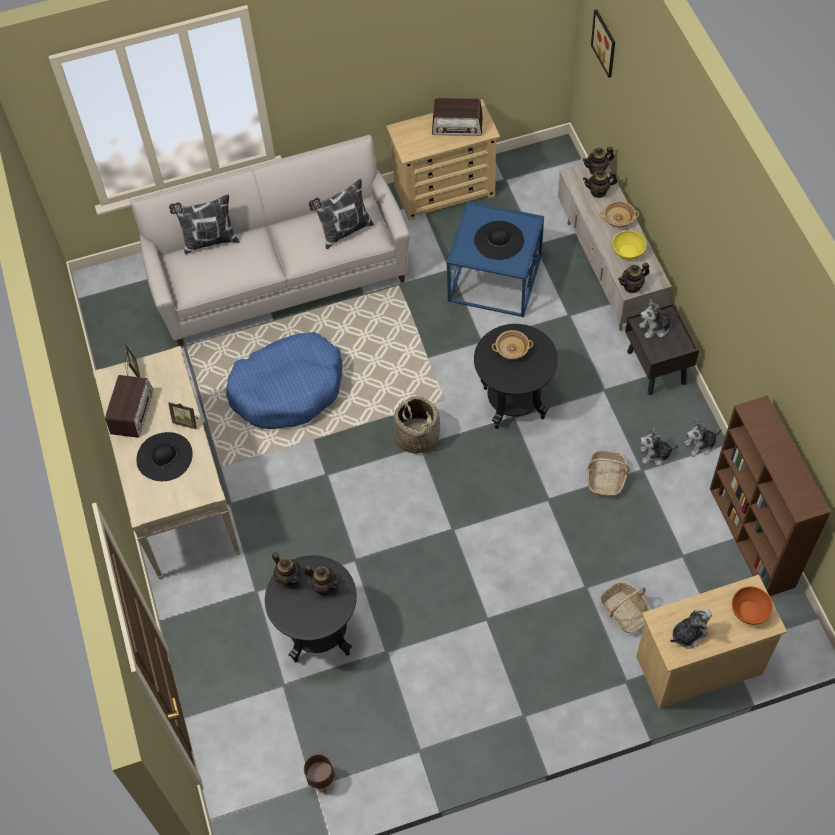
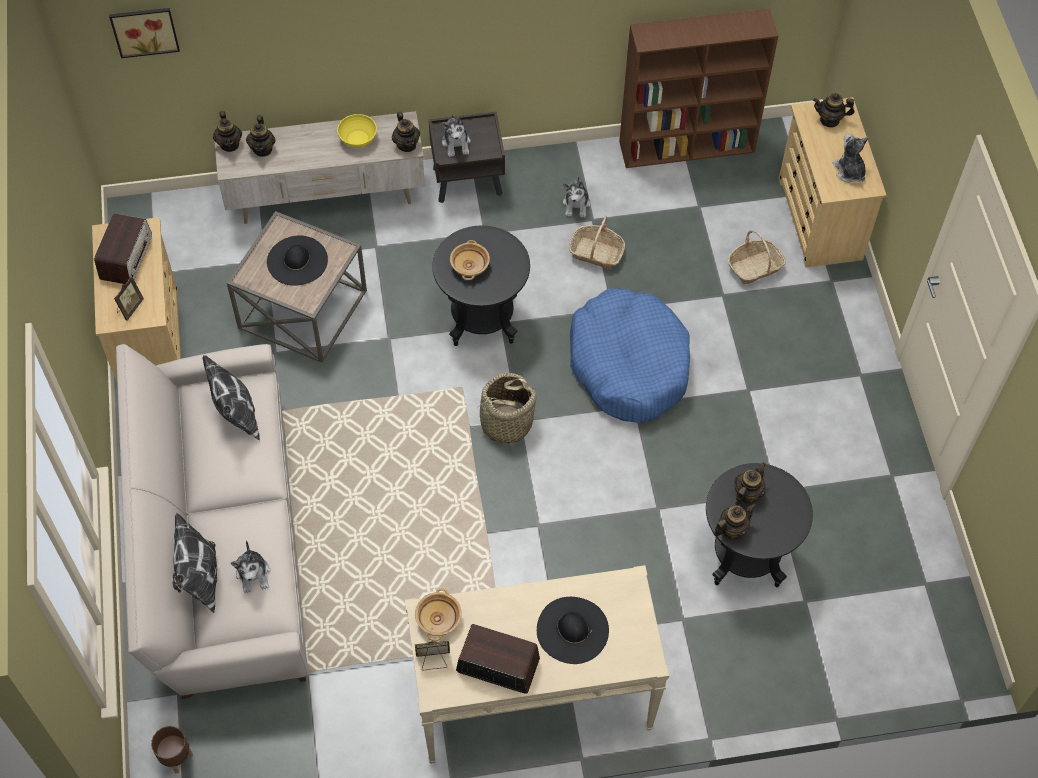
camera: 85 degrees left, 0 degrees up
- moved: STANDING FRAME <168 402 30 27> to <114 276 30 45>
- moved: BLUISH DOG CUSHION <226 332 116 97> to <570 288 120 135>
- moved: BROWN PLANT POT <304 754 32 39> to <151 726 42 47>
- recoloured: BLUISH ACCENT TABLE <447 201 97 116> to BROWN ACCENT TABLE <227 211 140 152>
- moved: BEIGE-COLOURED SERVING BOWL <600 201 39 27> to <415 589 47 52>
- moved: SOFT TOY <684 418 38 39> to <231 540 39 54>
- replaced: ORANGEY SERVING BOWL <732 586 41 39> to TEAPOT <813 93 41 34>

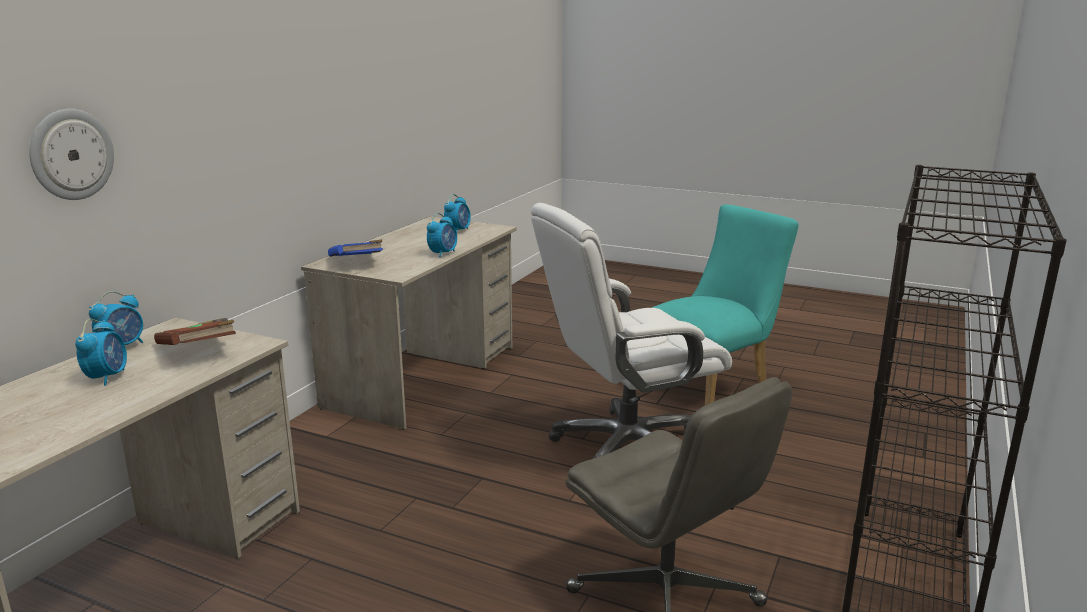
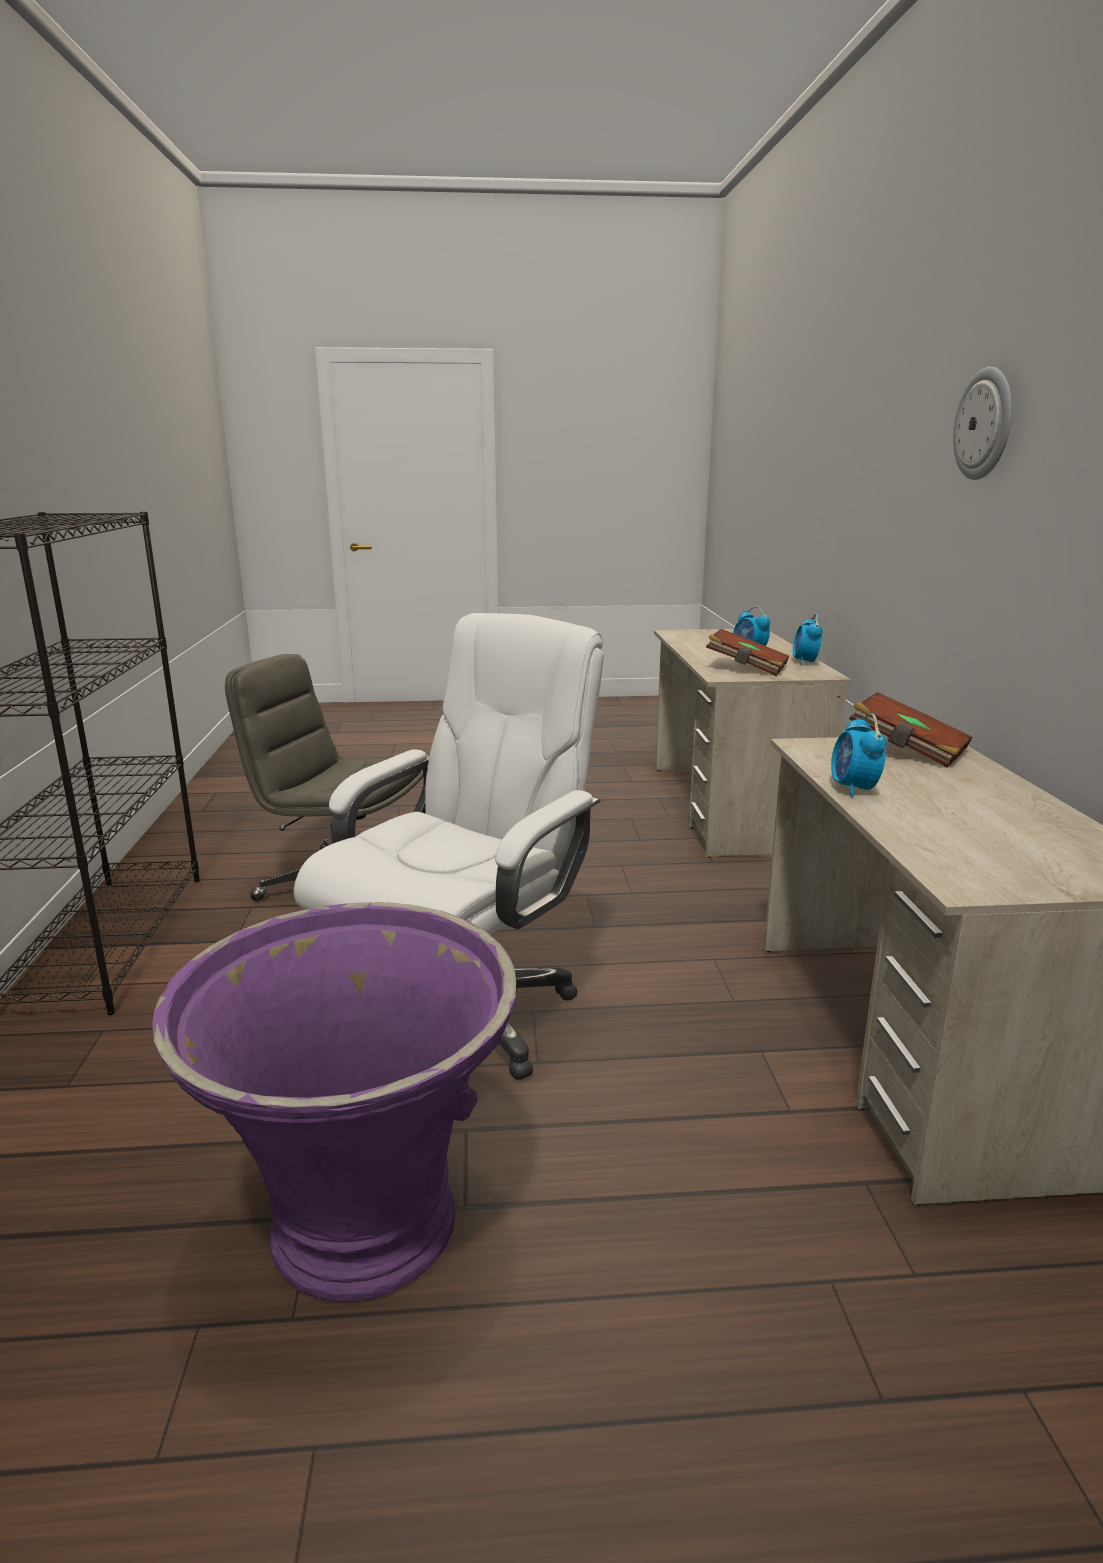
camera: 150 degrees right, 0 degrees up
- moved: CLOCK ON THE WALL <30 109 84 91> to <953 367 59 113>
- recoloured: BLUISH BOOK <328 240 55 17> to BROWN BOOK <849 692 123 76>
- removed: BEDSIDE CLOCK <444 194 27 38>
- replaced: TURQUOISE-COLOURED UPRIGHT CHAIR <652 205 147 200> to PURPLE PLANT POT <152 902 365 400>

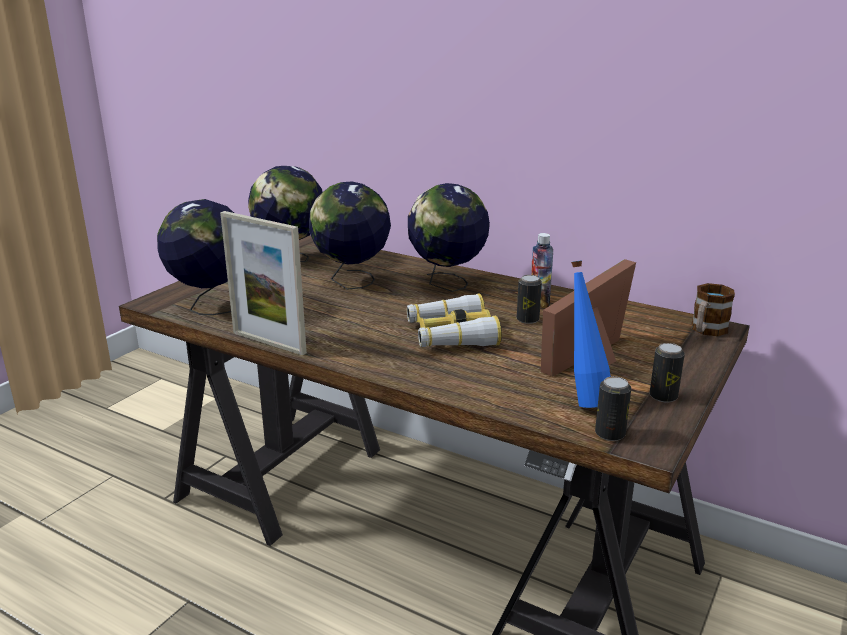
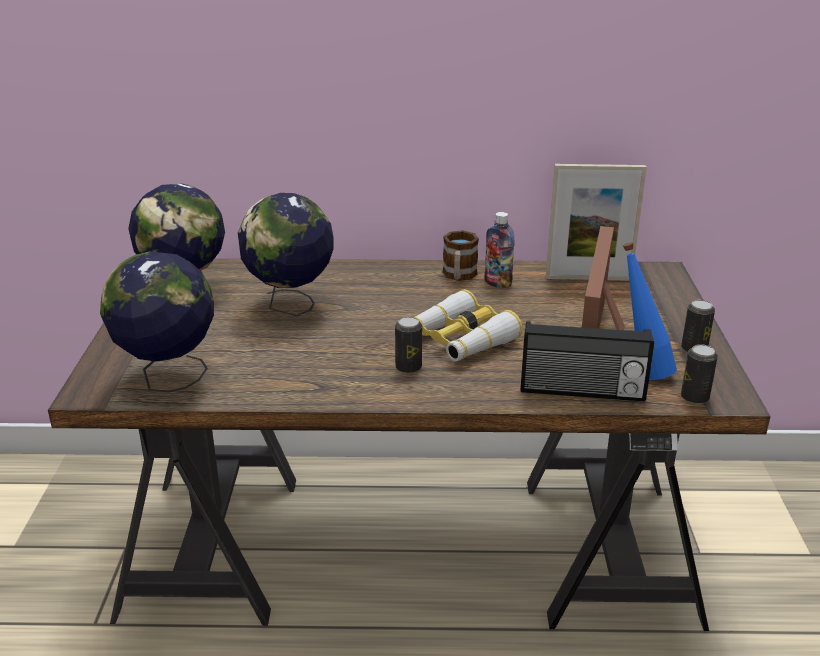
camera: 30 degrees left, 5 degrees up
- moved: STANDING FRAME <220 211 87 144> to <546 164 101 117>
- removed: DESK GLOBE <408 183 82 109>
- moved: CAN <517 275 25 49> to <395 317 27 56>
- moved: COFFEE MUG <691 283 44 53> to <443 230 36 51>
- added: RADIO SET <521 321 133 81>

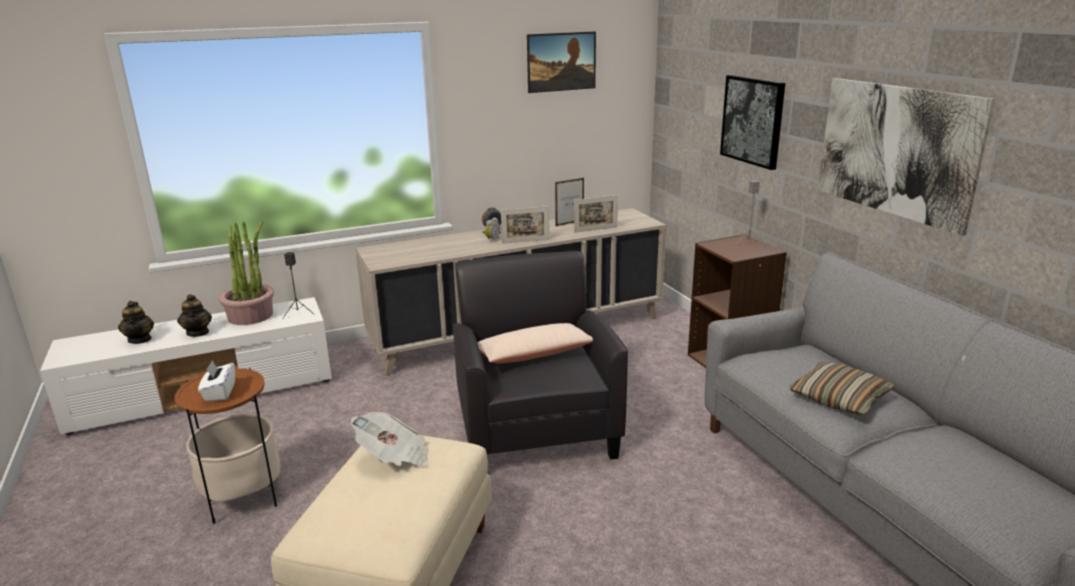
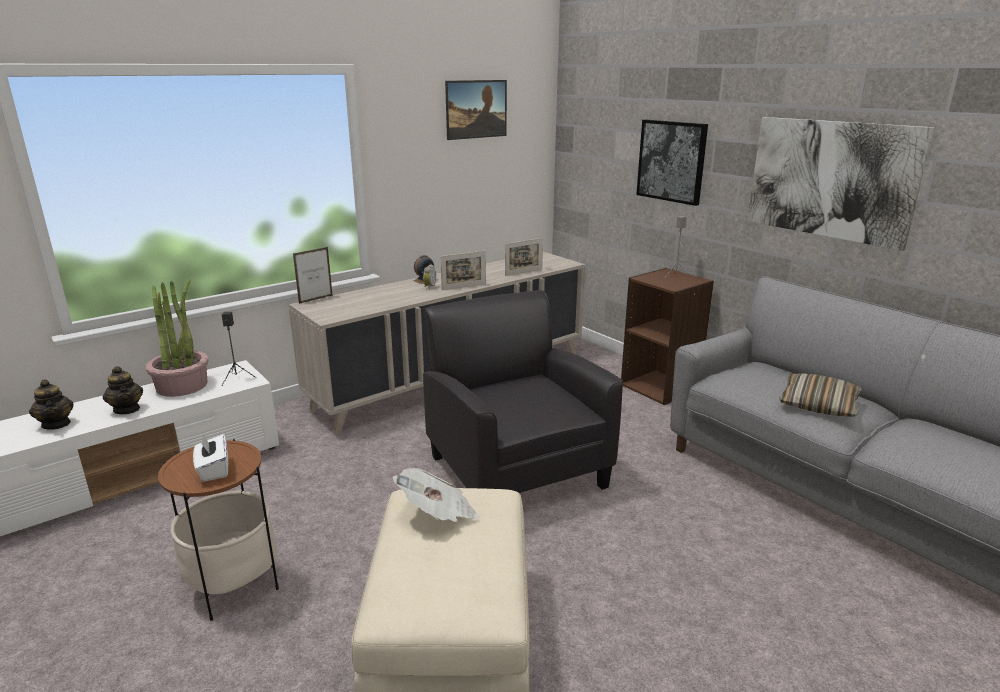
camera: 15 degrees left, 0 degrees up
- removed: BEIGE-COLOURED PILLOW <477 323 116 40>
- moved: STANDING FRAME <555 178 29 48> to <293 247 40 57>

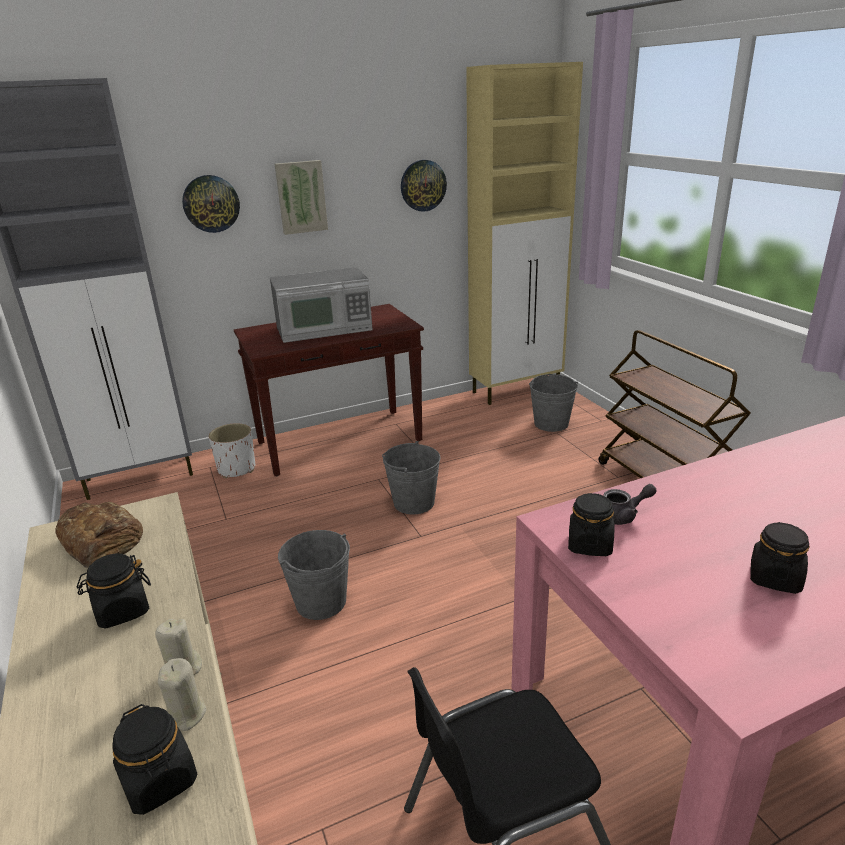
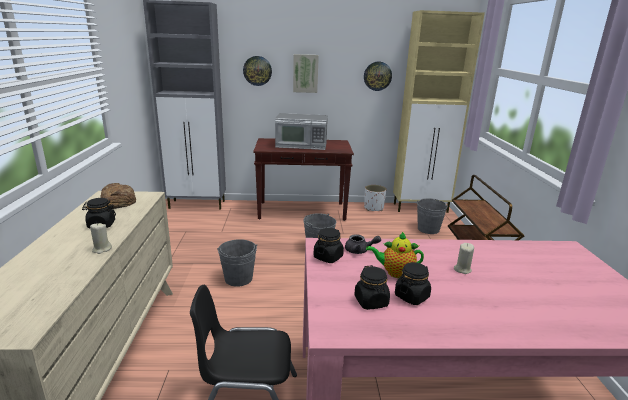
camera: 20 degrees right, 5 degrees down
- moved: BLACK JAR <112 704 85 111> to <354 265 36 45>
- moved: BEIGE-COLOURED WAX LIGHT <158 658 48 73> to <454 243 20 31>
- moved: WHITISH PLANT POT <209 423 46 55> to <364 185 22 26>
- added: TEAPOT <366 232 58 46>

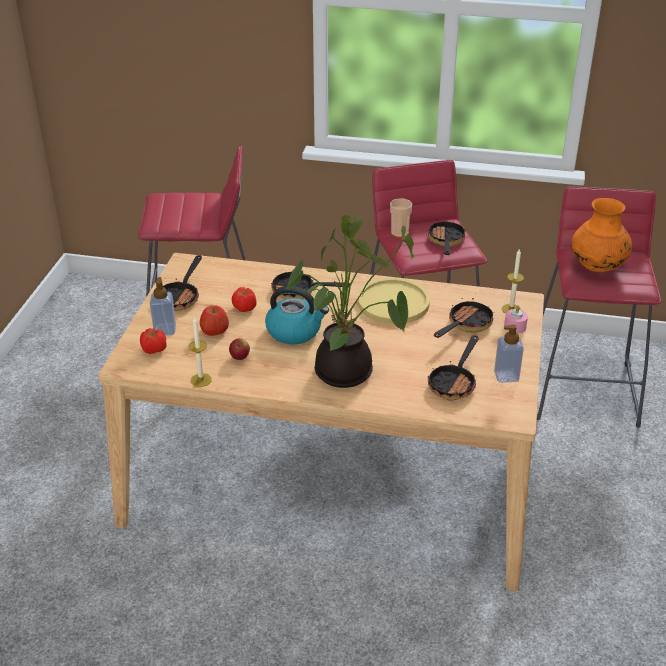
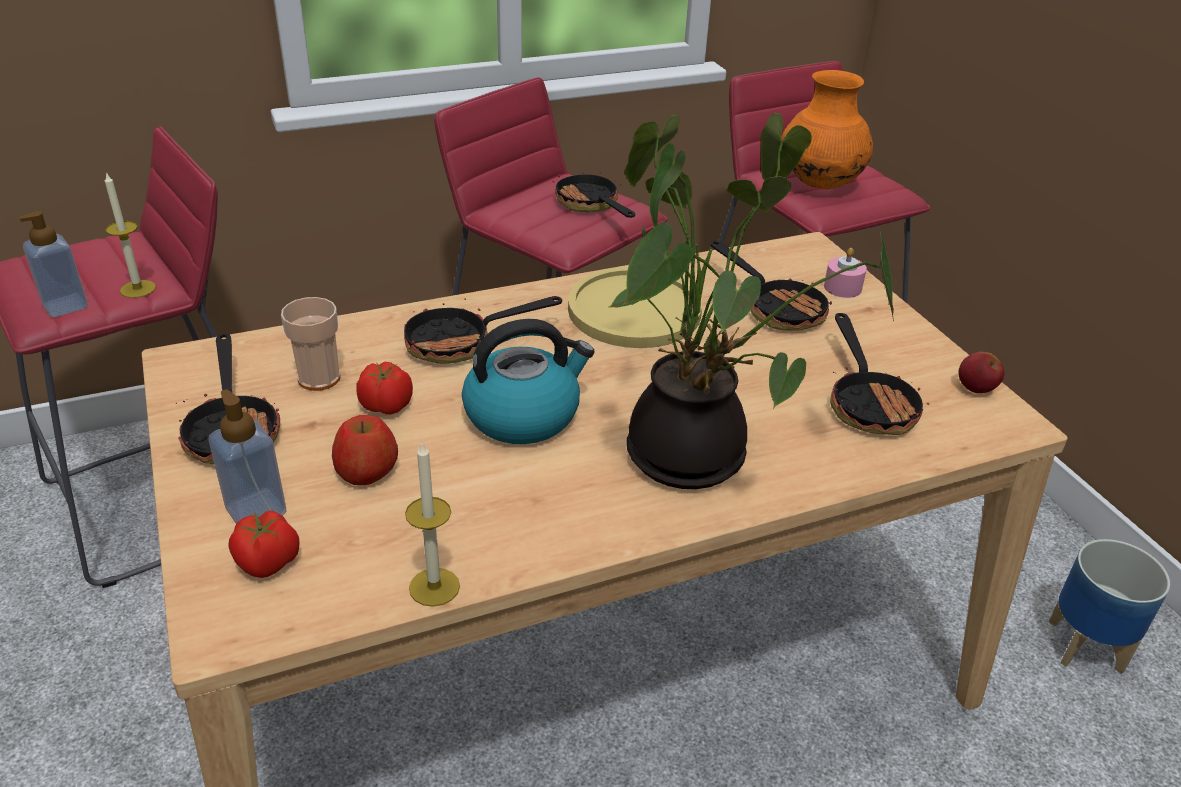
camera: 35 degrees left, 0 degrees up
- moved: APPLE <229 338 21 22> to <958 352 47 41>
- moved: CUP <390 198 22 40> to <281 297 59 94>
- turned: SKILLET <434 298 60 40> = <710 241 122 90> 135 degrees clockwise
- moved: SOAP BOTTLE <494 324 30 59> to <19 211 69 106>
- moved: WAX LIGHT <502 248 22 66> to <105 172 51 126>
- added: PLANT POT <1049 539 121 135>

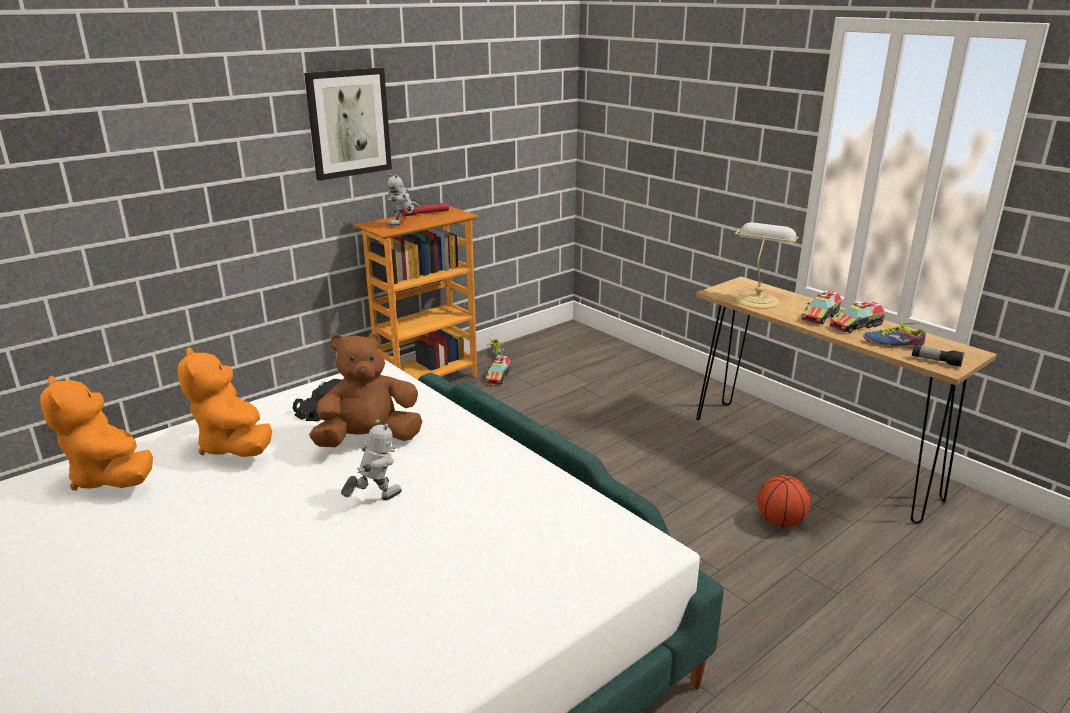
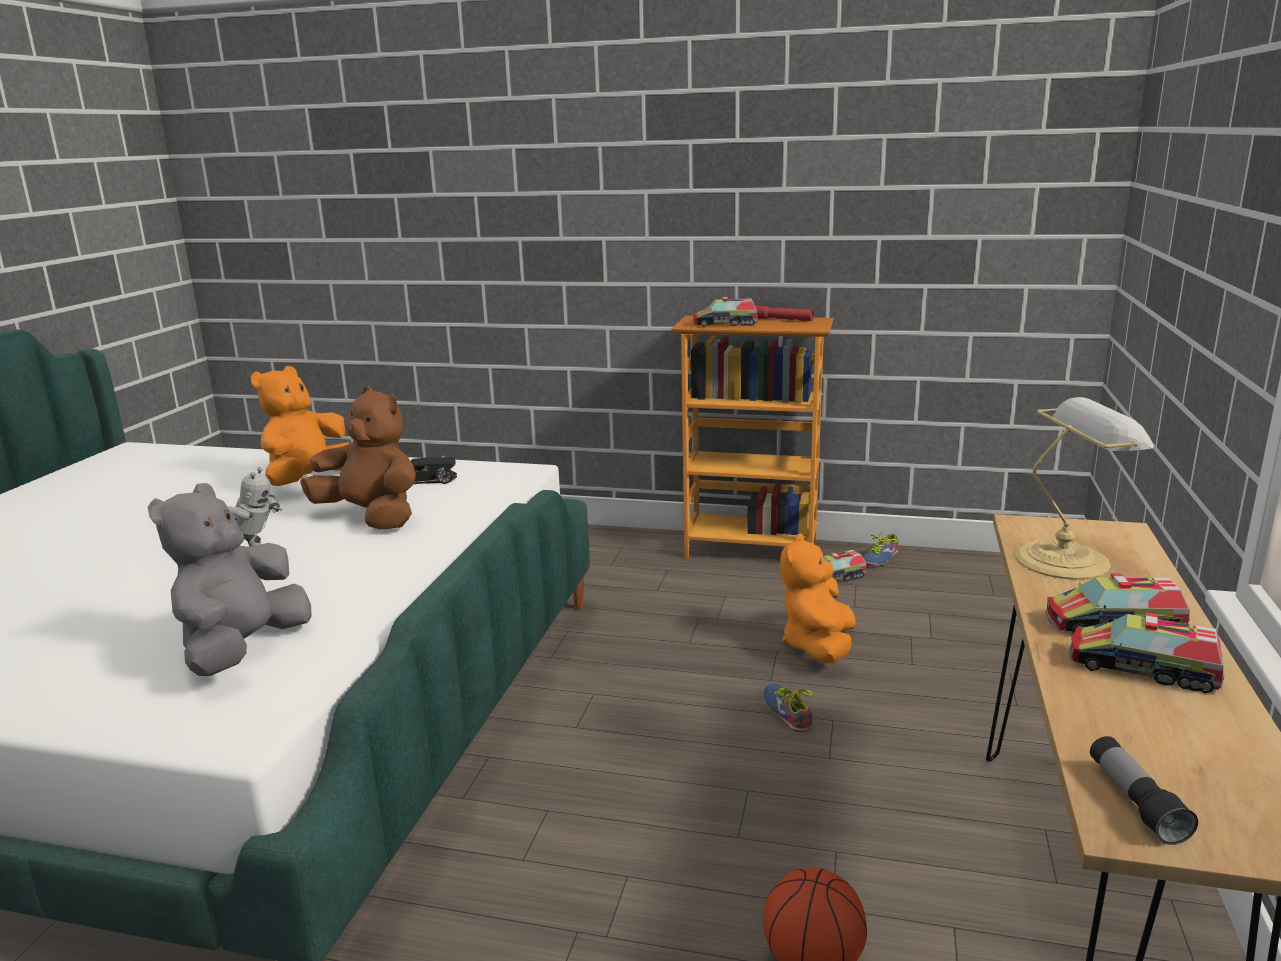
camera: 55 degrees right, 5 degrees down
- moved: ORANGEY SOFT TOY <40 376 113 115> to <780 533 76 130>
- removed: WALL ART <304 68 88 113>
- replaced: MODEL ROBOT <387 173 34 53> to MODEL TRUCK <693 297 65 30>
- moved: SHOE <863 322 63 26> to <763 684 51 48>
- added: GREYISH SOFT TOY <148 483 164 193>

